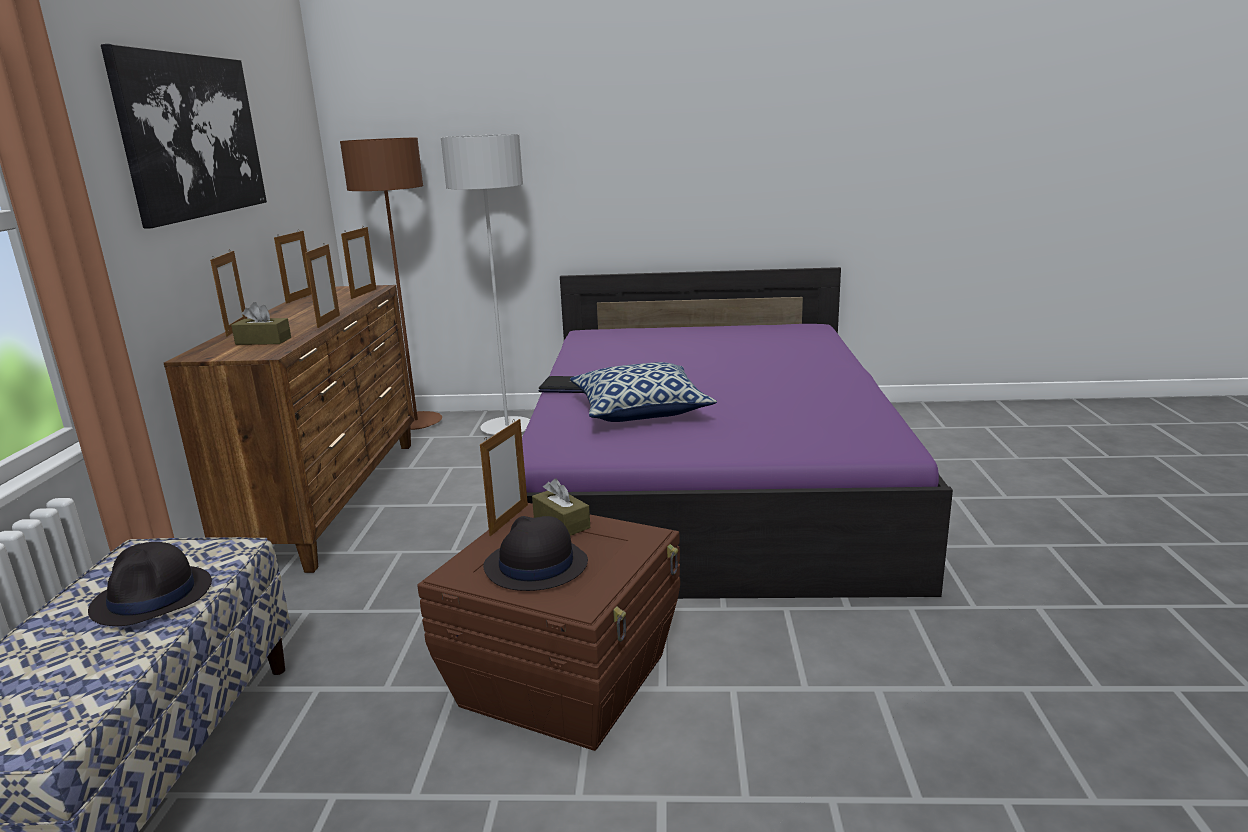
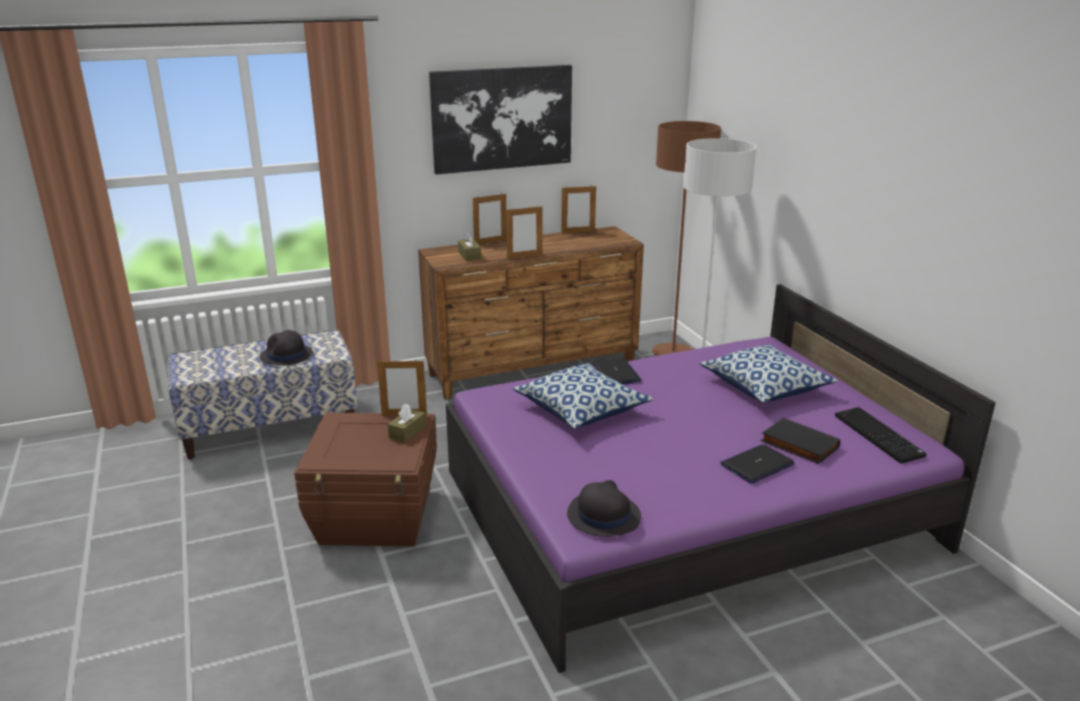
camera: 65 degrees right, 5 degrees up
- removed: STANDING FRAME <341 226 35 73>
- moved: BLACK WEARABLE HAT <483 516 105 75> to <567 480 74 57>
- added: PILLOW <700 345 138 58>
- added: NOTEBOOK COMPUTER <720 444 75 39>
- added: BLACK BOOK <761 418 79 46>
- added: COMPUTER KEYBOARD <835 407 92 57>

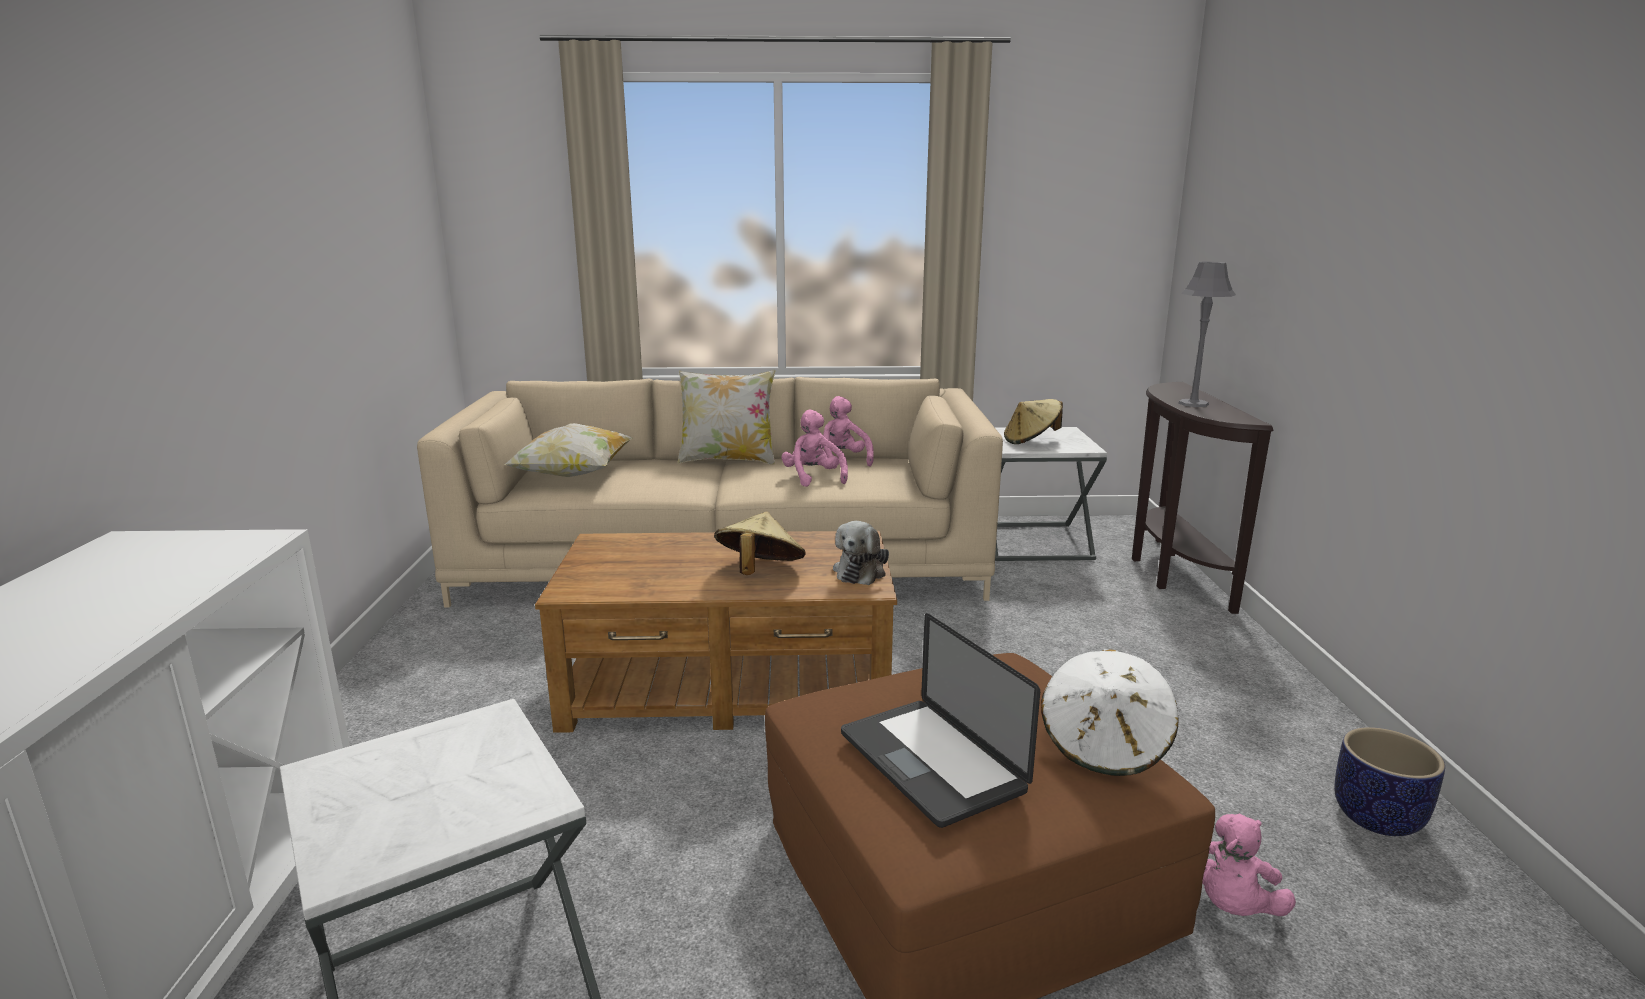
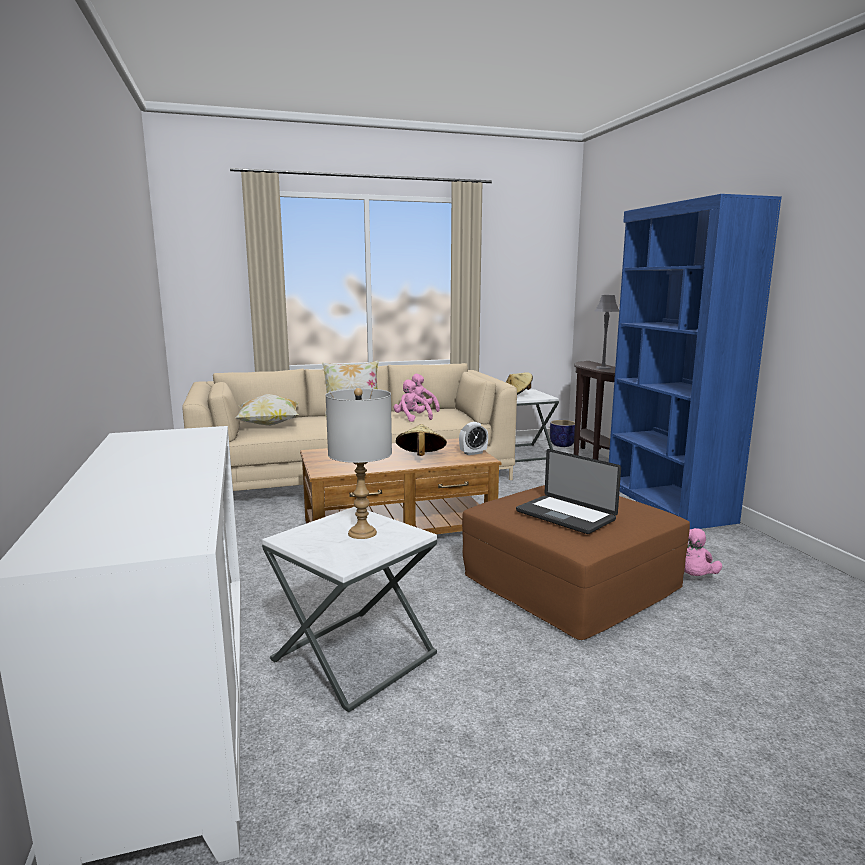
camera: 15 degrees left, 5 degrees down
- replaced: SOFT TOY <833 521 56 64> to BEDSIDE CLOCK <459 422 29 33>
- removed: WHITISH WEARABLE HAT <1041 649 137 127>
- moved: PLANT POT <1334 727 111 109> to <550 420 25 27>
- added: GREYISH LAMP FOR A TABLE <325 388 67 151>
- added: BLUISH SHELVING UNIT <609 194 173 335>

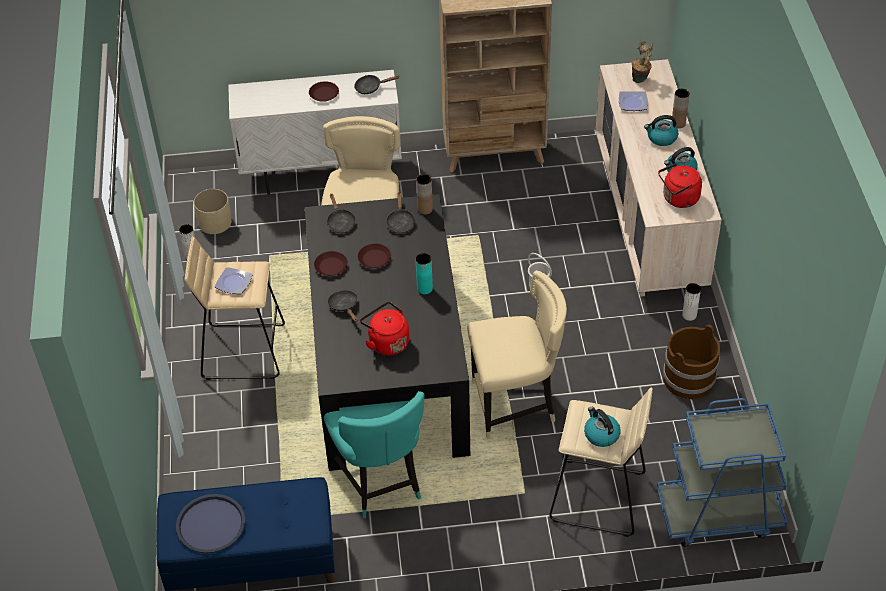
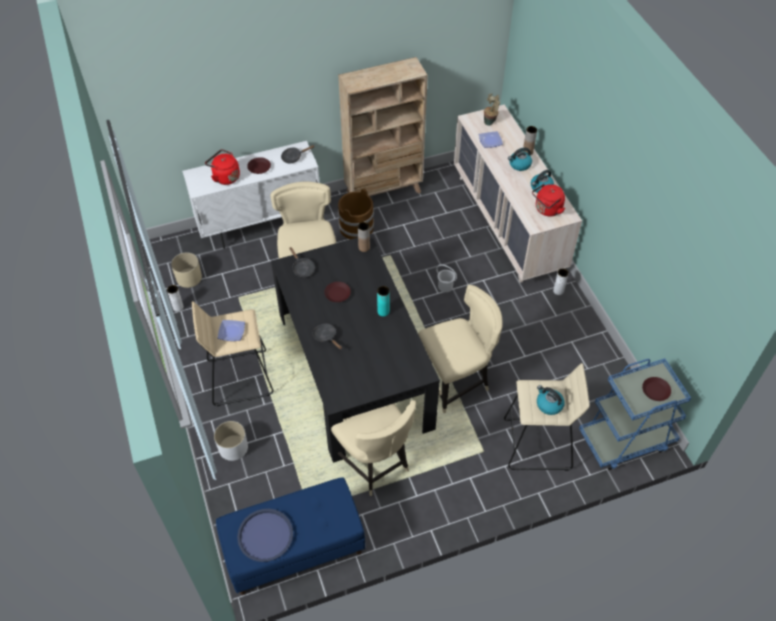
camera: 15 degrees left, 5 degrees up
- moved: BROWN DINNER PLATE <314 251 34 25> to <642 377 29 24>
- recoloured: TURQUOISE-COLOURED UPRIGHT CHAIR <324 391 100 127> to BEIGE-COLOURED UPRIGHT CHAIR <331 400 85 96>
- moved: RED-COLOURED KETTLE <360 302 49 54> to <205 149 35 36>
- removed: BLACK SKILLET <386 192 29 41>
- moved: BROWN WATER BUCKET <663 325 58 74> to <338 188 36 51>
- added: WHITISH PLANT POT <214 421 34 40>

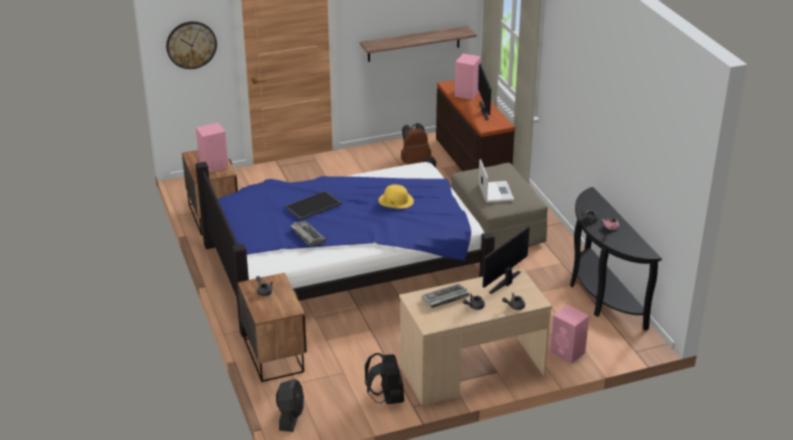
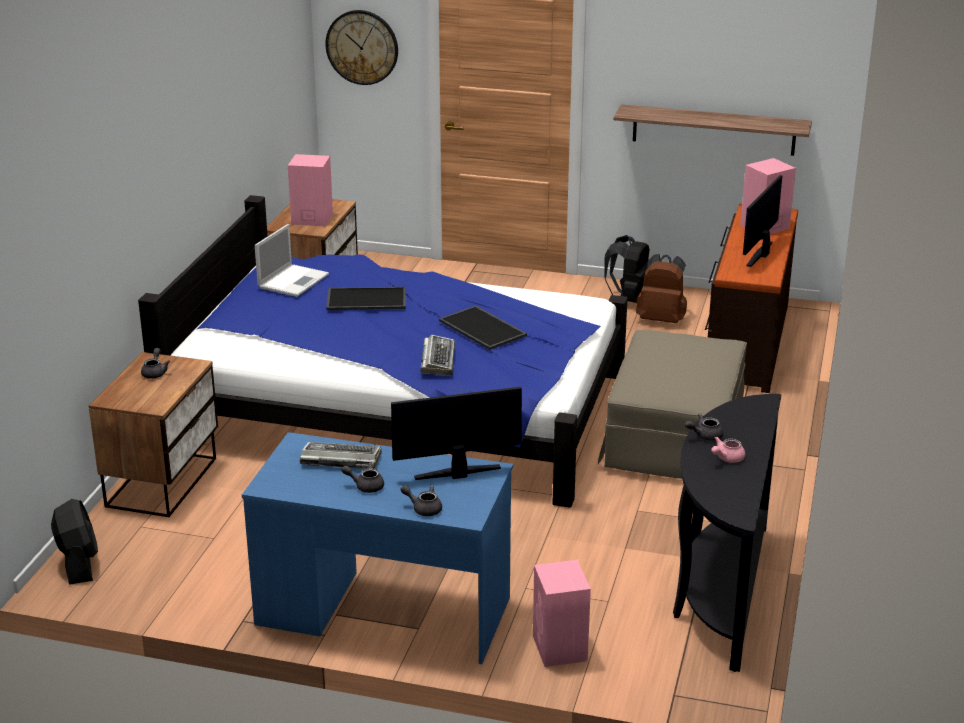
camera: 35 degrees right, 5 degrees down
- turned: BLACK ELECTRIC FAN <276 379 28 53> = <51 499 47 86> 60 degrees counterclockwise
- moved: COMPUTER KEYBOARD <290 221 36 25> to <420 335 35 41>
- moved: BLACK RUCKSACK <365 353 39 51> to <605 235 44 68>
- replaced: YELLOW WEARABLE HAT <378 185 36 23> to SERVING TRAY <439 306 88 44>
- recoloured: BEIGE-COLOURED DESK <399 268 153 138> to BLUISH DESK <242 432 271 232>
- moved: NOTEBOOK COMPUTER <478 159 36 44> to <255 224 74 73>

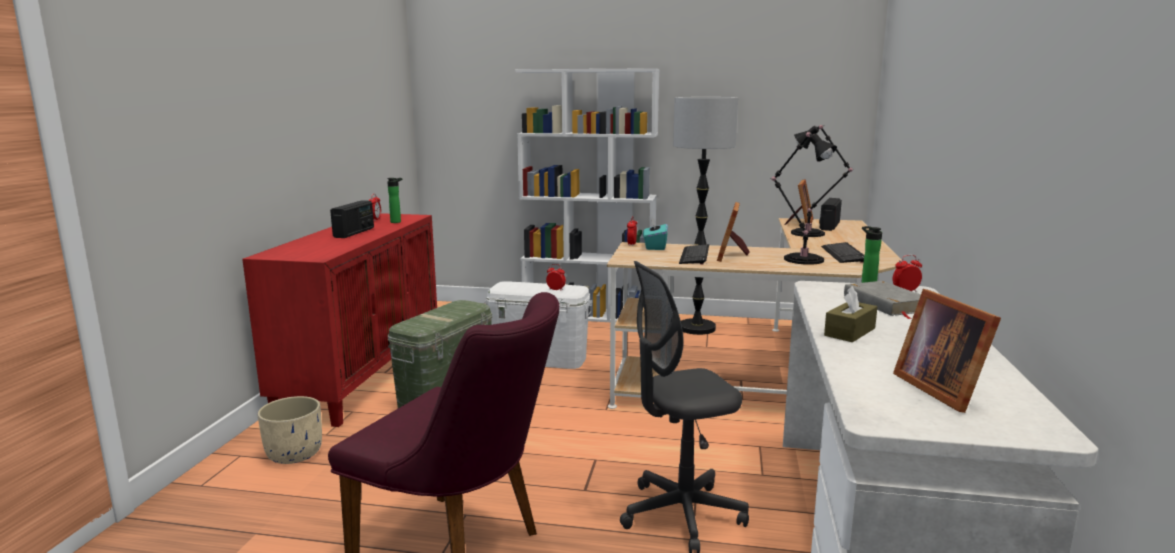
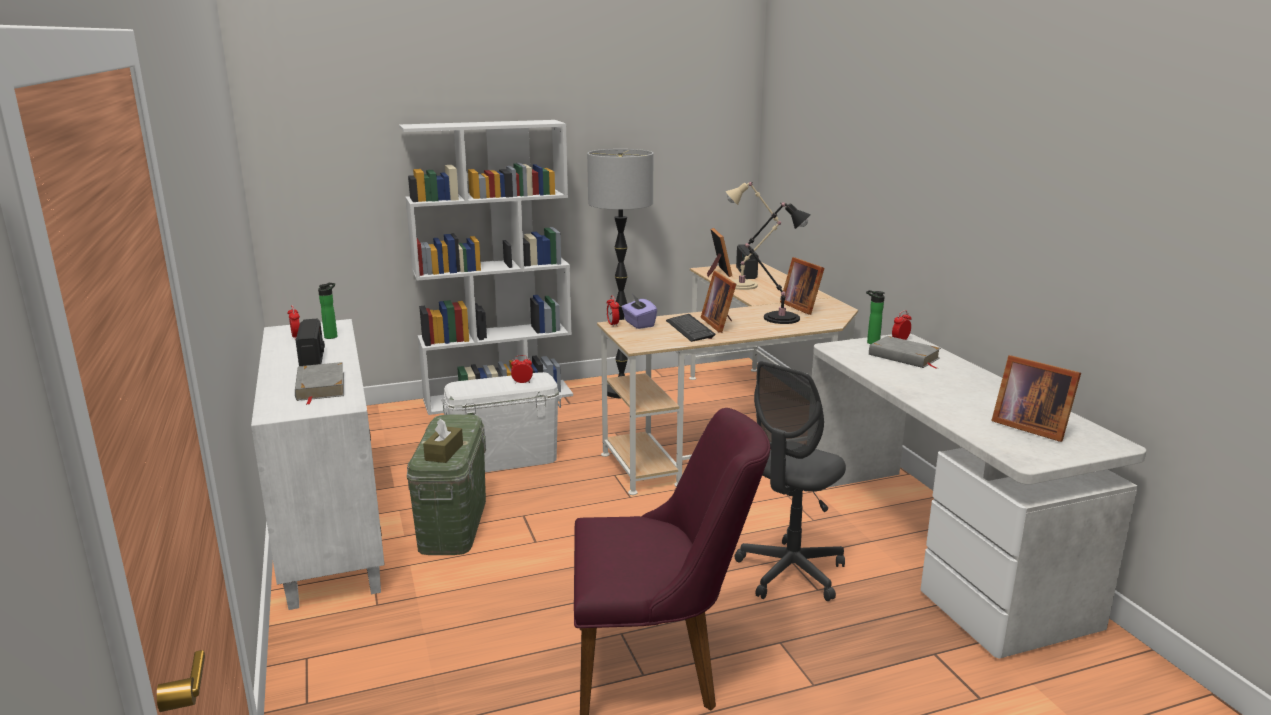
camera: 30 degrees left, 5 degrees up
- recoloured: RED-COLOURED CABINET <242 213 195 214> to WHITISH CABINET <251 319 134 291>
- removed: BEIGE-COLOURED PLANT POT <257 396 65 68>
- recoloured: TURQUOISE-COLOURED BOX OF TISSUES <643 218 25 32> to PURPLE BOX OF TISSUES <622 295 35 34>
- recoloured: BLACK LAMP FOR A TABLE <791 125 63 112> to BEIGE-COLOURED LAMP FOR A TABLE <726 182 56 108>
- replaced: COMPUTER KEYBOARD <821 242 43 21> to STANDING FRAME <780 257 44 58>
- moved: BROWN BOX OF TISSUES <824 286 53 56> to <423 419 40 44>
- added: GREYISH BOOK <295 362 49 43>

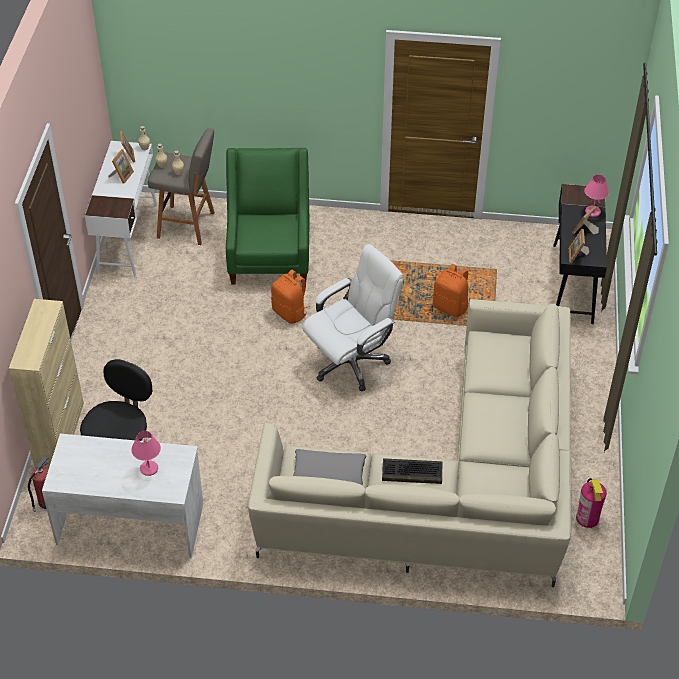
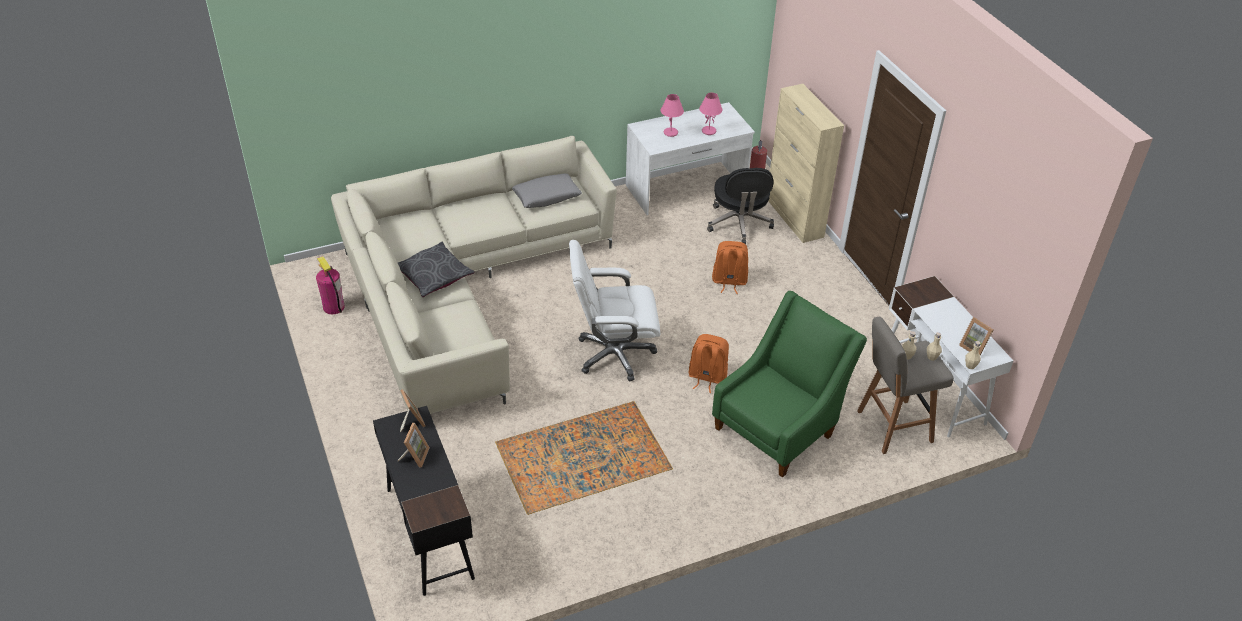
camera: 150 degrees right, 5 degrees down
- removed: STANDING FRAME <109 149 25 35>
- turned: GREEN EASY CHAIR <226 148 84 136> = <712 291 155 186> 105 degrees counterclockwise
- turned: WHITISH DESK CHAIR <302 244 102 147> = <569 240 91 141> 60 degrees clockwise
- removed: COMPUTER KEYBOARD <382 458 60 26>
- moved: ORANGEY RUCKSACK <433 264 35 53> to <712 241 36 53>
- moved: PINK-COLOURED LAMP FOR A TABLE <584 175 25 42> to <699 93 24 42>
- added: GREYISH PILLOW <398 242 77 55>

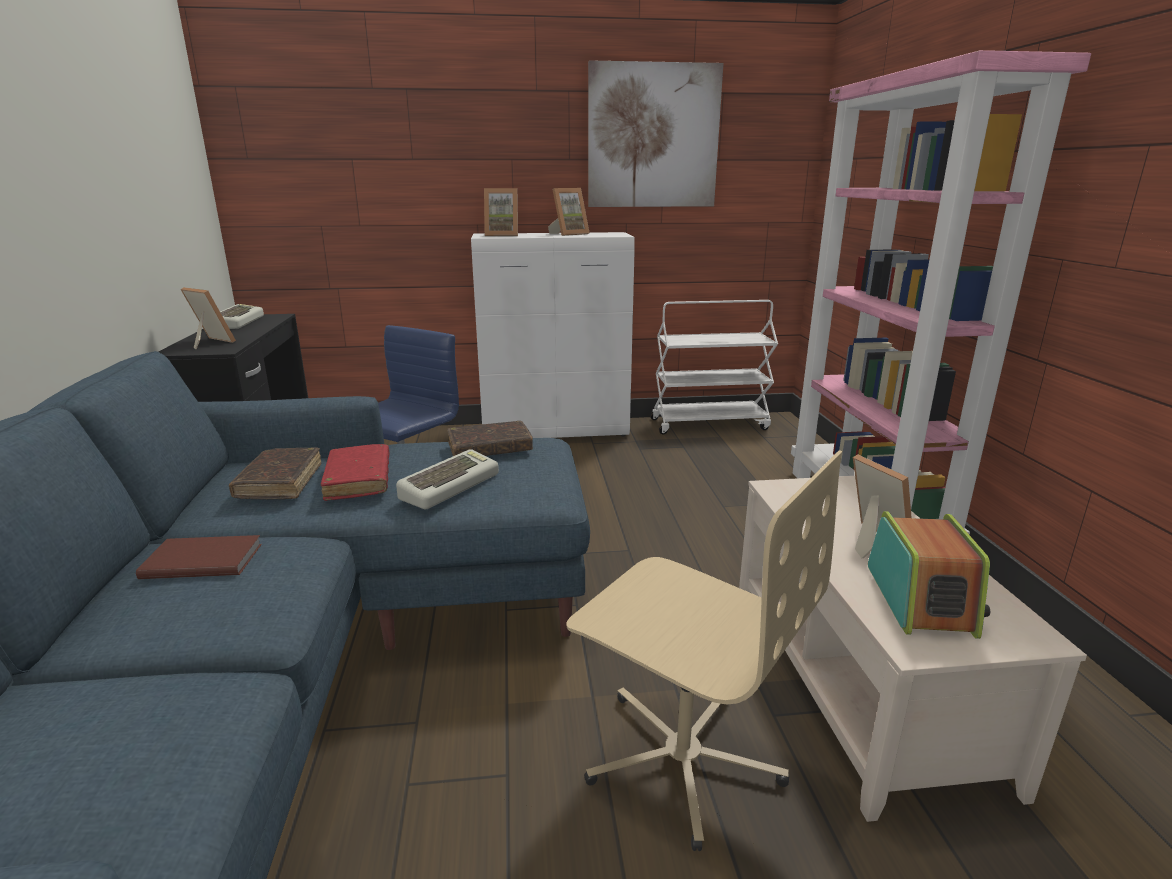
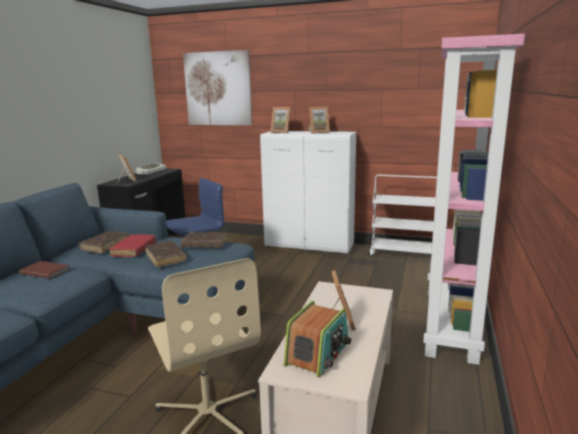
camera: 25 degrees right, 5 degrees down
- replaced: COMPUTER KEYBOARD <396 449 103 60> to BROWN BOOK <145 241 42 27>
- moved: WALL ART <588 60 136 147> to <183 50 69 75>

